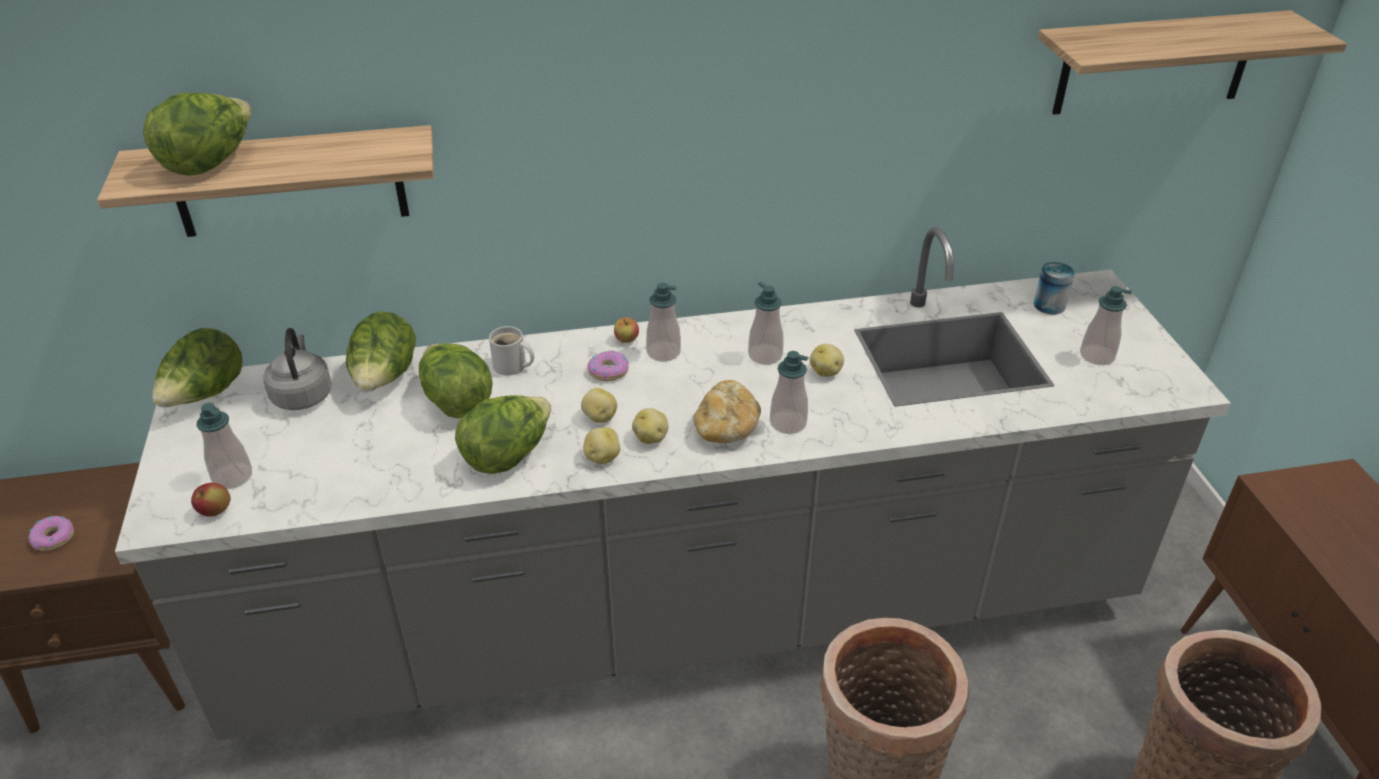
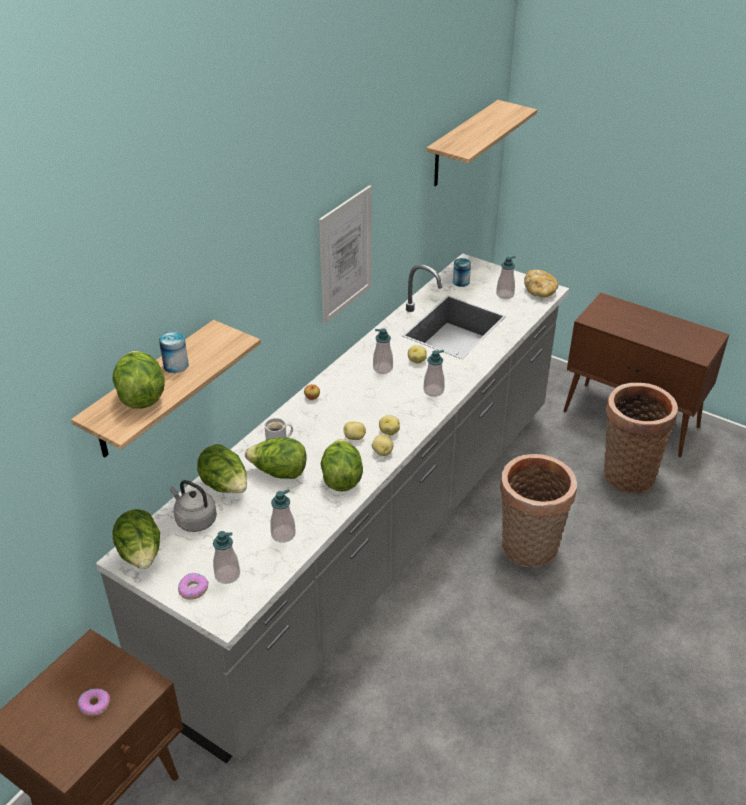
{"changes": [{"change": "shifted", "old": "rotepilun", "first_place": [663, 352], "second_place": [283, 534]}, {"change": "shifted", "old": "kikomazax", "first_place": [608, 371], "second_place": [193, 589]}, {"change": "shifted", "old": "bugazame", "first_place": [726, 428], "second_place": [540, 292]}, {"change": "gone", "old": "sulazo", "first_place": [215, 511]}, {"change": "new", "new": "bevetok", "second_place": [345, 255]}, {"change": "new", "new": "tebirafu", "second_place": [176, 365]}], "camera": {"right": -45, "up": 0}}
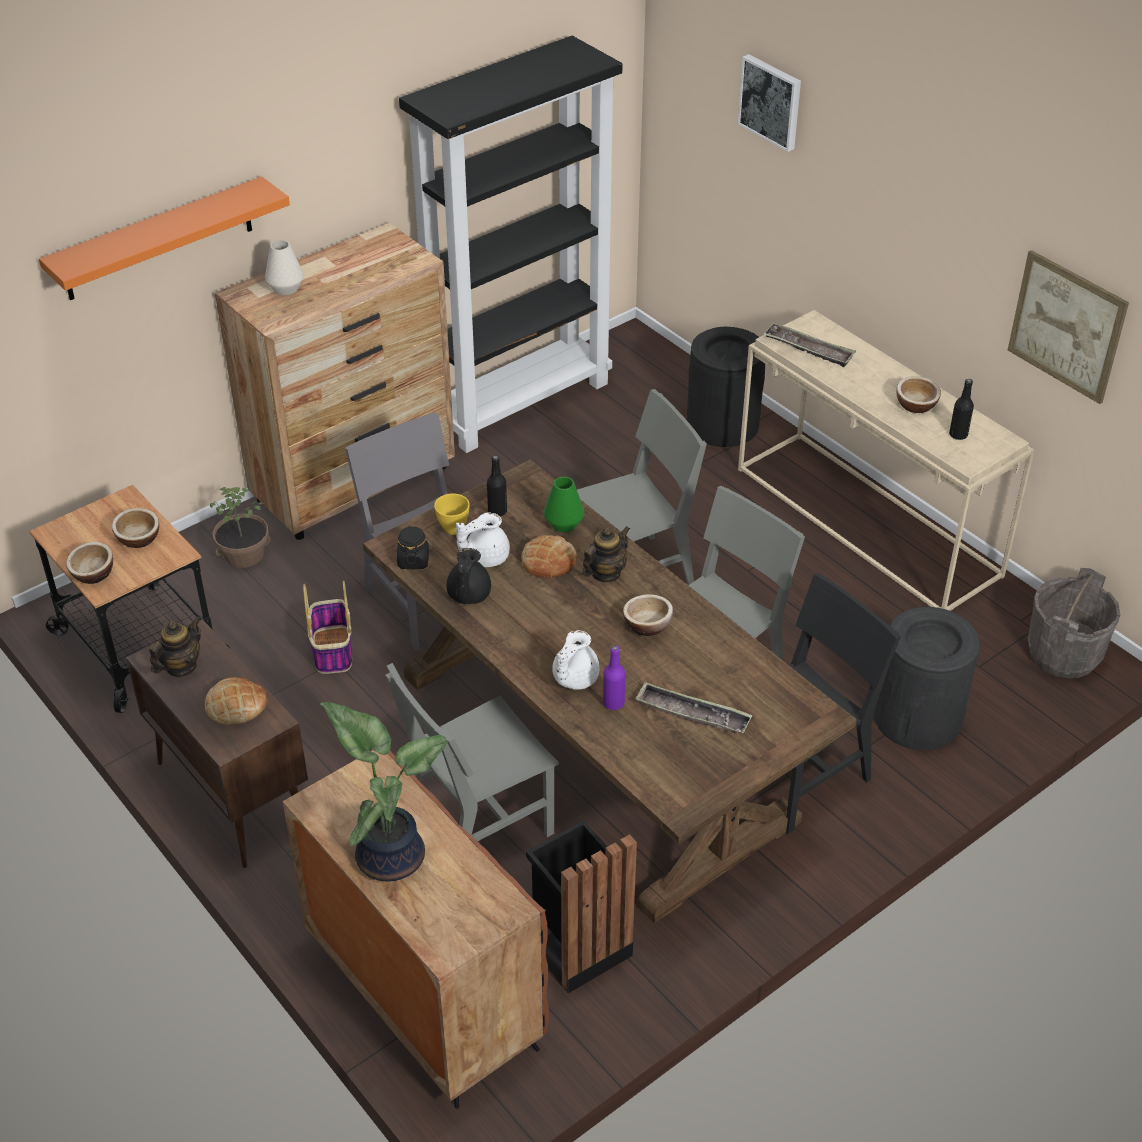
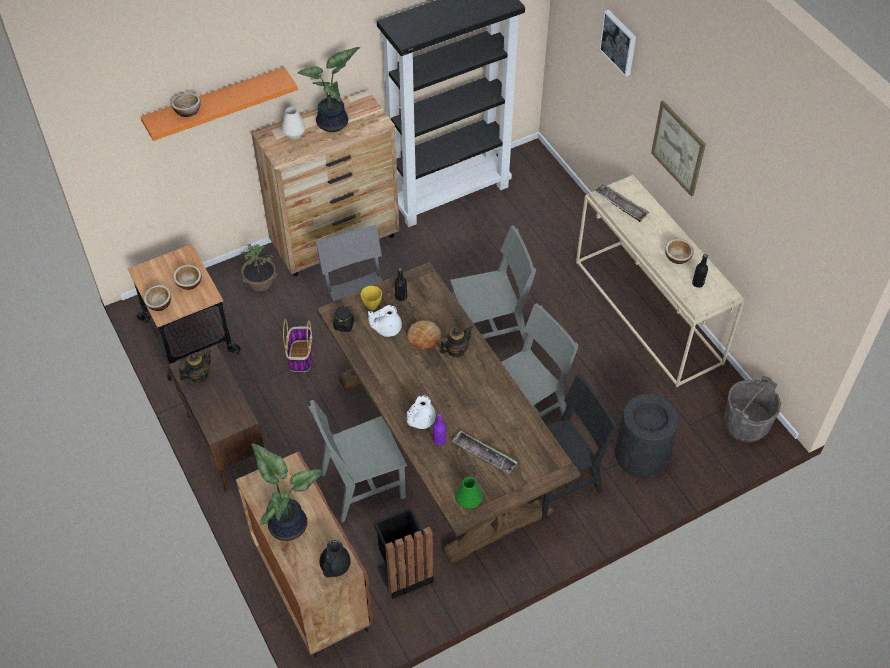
{"changes": [{"change": "shifted", "old": "bevetok", "first_place": [1067, 326], "second_place": [678, 148]}, {"change": "gone", "old": "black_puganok", "first_place": [722, 424]}, {"change": "shifted", "old": "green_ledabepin", "first_place": [564, 524], "second_place": [468, 501]}, {"change": "shifted", "old": "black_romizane", "first_place": [468, 595], "second_place": [334, 566]}, {"change": "shifted", "old": "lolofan", "first_place": [647, 625], "second_place": [187, 111]}, {"change": "gone", "old": "bugazame", "first_place": [236, 705]}, {"change": "new", "new": "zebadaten", "second_place": [334, 123]}], "camera": {"right": 10, "up": 10}}
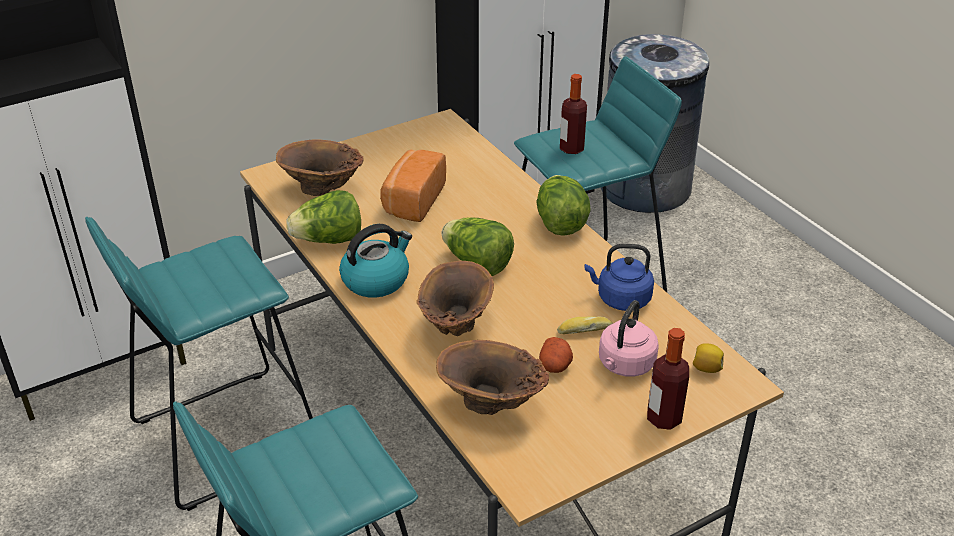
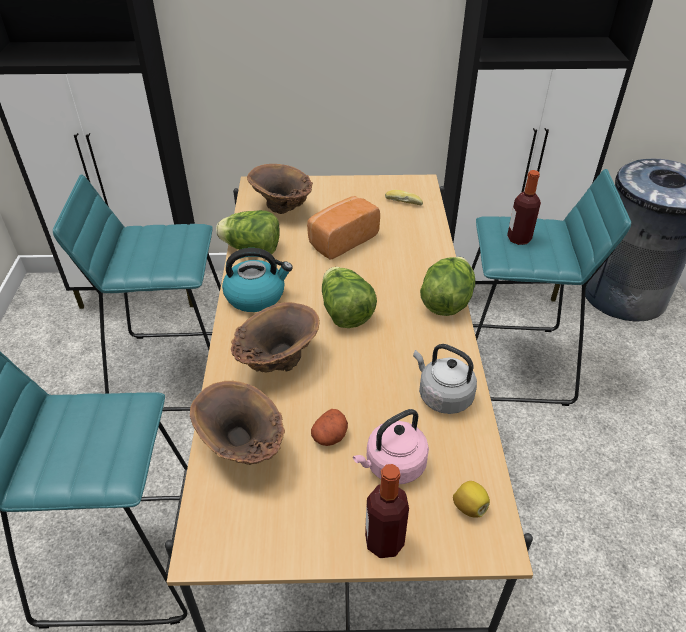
{"changes": [{"change": "repainted", "old": "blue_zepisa", "new": "grey_zepisa", "first_place": [620, 299], "second_place": [442, 396]}, {"change": "shifted", "old": "bugazame", "first_place": [584, 330], "second_place": [403, 201]}], "camera": {"right": 30, "up": 5}}
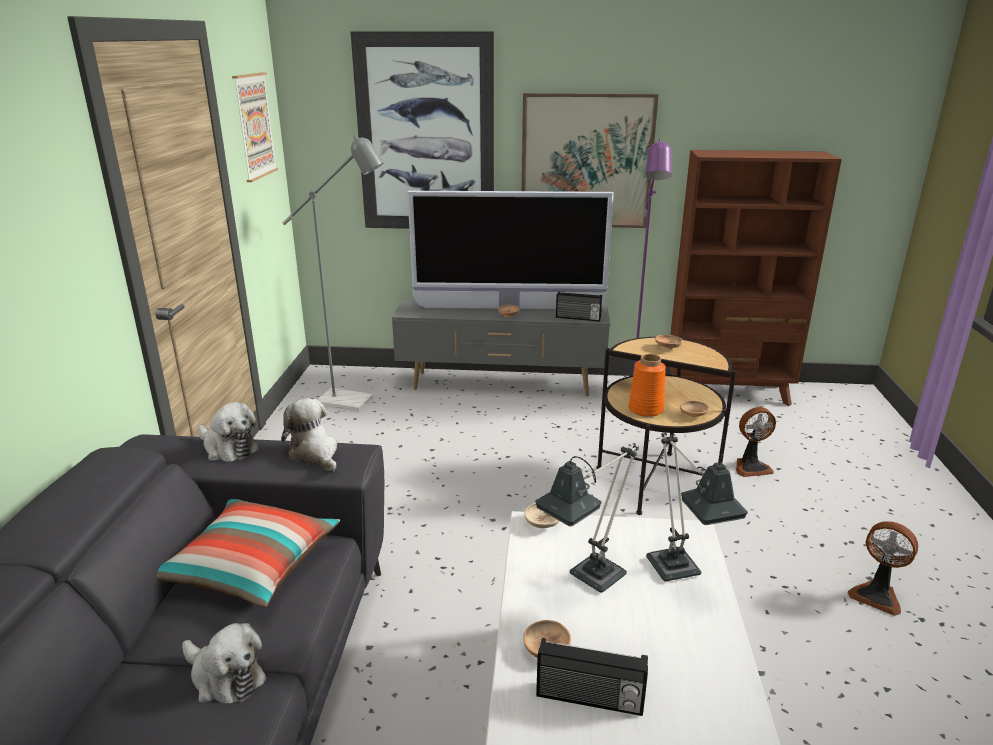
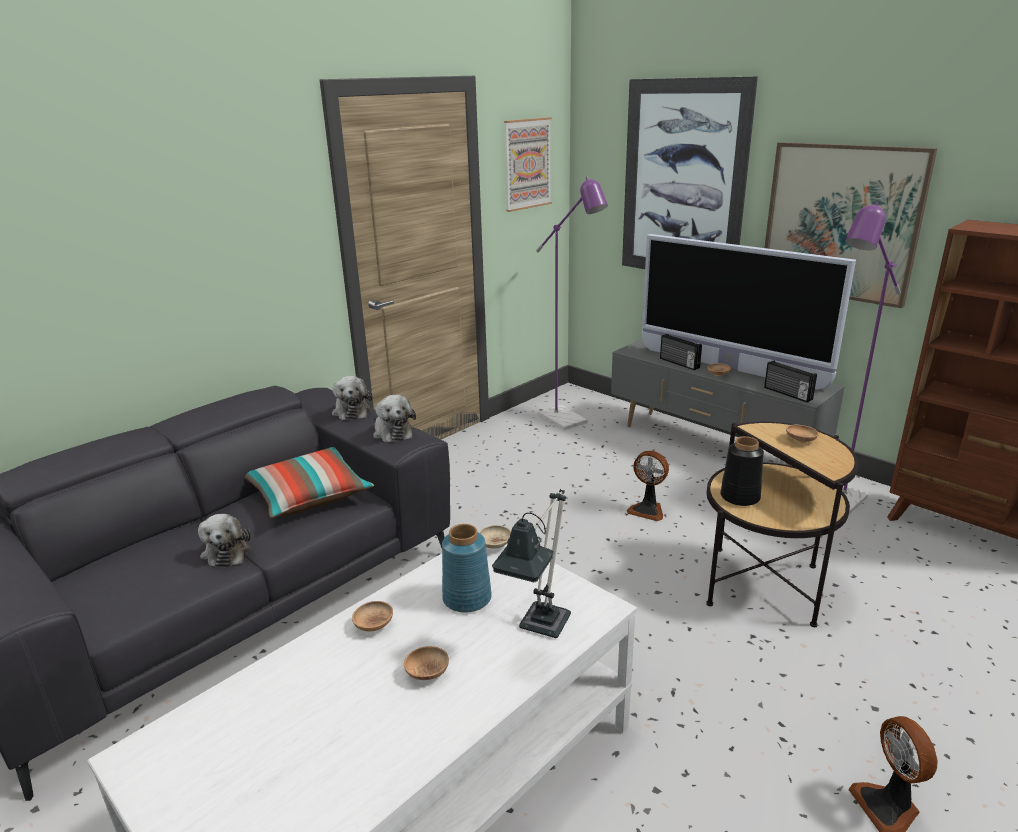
{"changes": [{"change": "repainted", "old": "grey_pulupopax", "new": "purple_pulupopax", "first_place": [354, 402], "second_place": [568, 422]}, {"change": "repainted", "old": "orange_ledabepin", "new": "black_ledabepin", "first_place": [646, 410], "second_place": [740, 497]}, {"change": "rotated", "old": "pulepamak", "first_place": [315, 453], "second_place": [392, 432], "degrees": 150}, {"change": "shifted", "old": "brown_lolofan", "first_place": [693, 415], "second_place": [427, 673]}, {"change": "shifted", "old": "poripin", "first_place": [751, 467], "second_place": [647, 510]}, {"change": "swapped", "old": "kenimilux", "new": "blue_ledabepin", "first_place": [589, 581], "second_place": [467, 599]}, {"change": "shifted", "old": "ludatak", "first_place": [589, 699], "second_place": [679, 363]}], "camera": {"right": 40, "up": 0}}
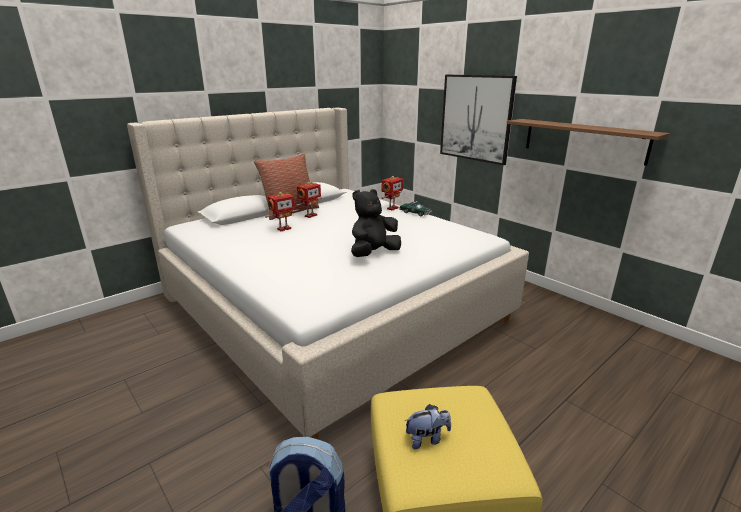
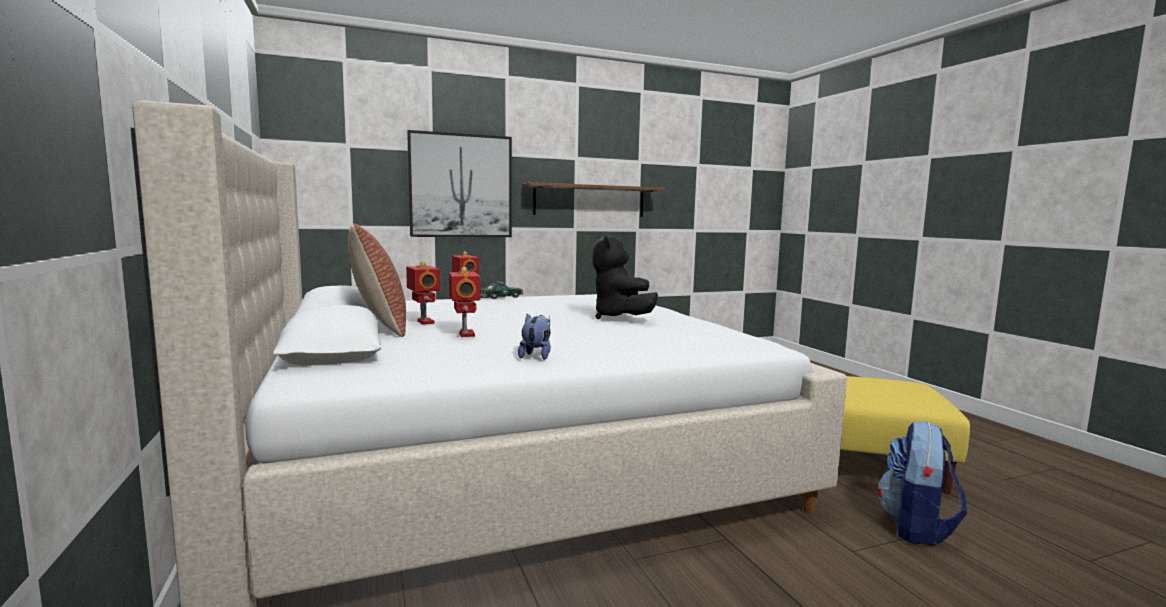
{"changes": [{"change": "shifted", "old": "pulepamak", "first_place": [427, 439], "second_place": [536, 356]}], "camera": {"right": -70, "up": -15}}
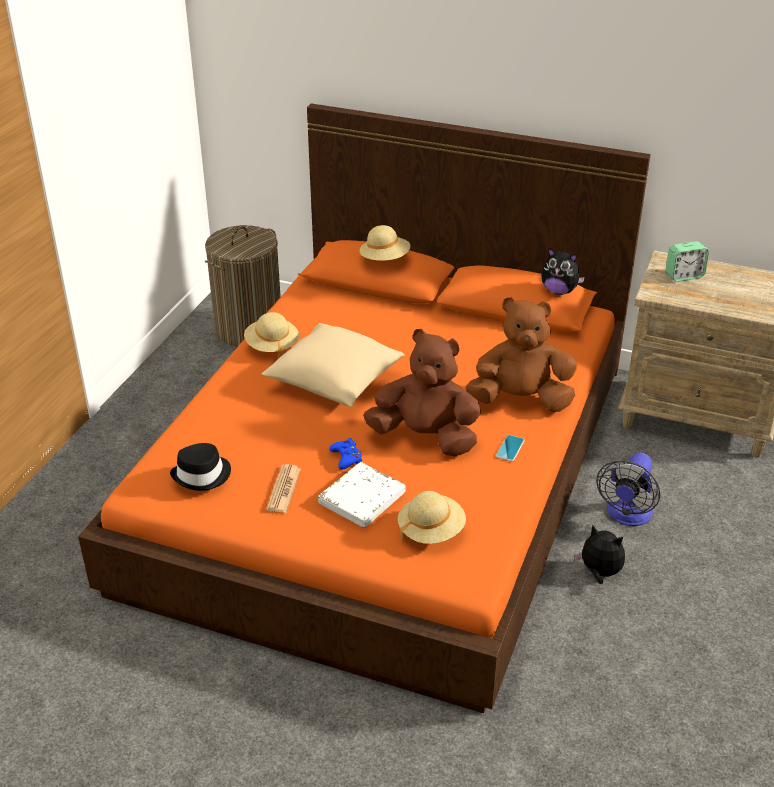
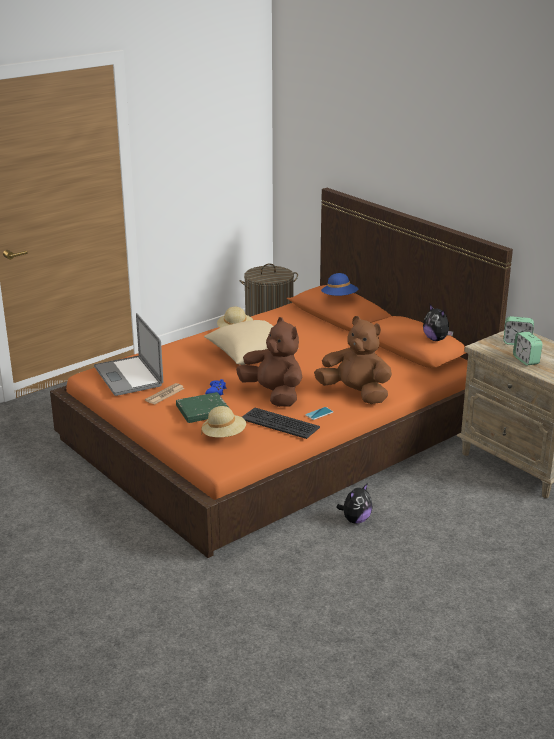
{"changes": [{"change": "repainted", "old": "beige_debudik", "new": "blue_debudik", "first_place": [385, 259], "second_place": [339, 298]}, {"change": "swapped", "old": "black_debudik", "new": "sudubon", "first_place": [202, 475], "second_place": [128, 376]}, {"change": "gone", "old": "poripin", "first_place": [627, 515]}, {"change": "repainted", "old": "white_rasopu", "new": "green_rasopu", "first_place": [362, 499], "second_place": [203, 411]}, {"change": "rotated", "old": "pulepamak", "first_place": [599, 573], "second_place": [355, 520], "degrees": 75}, {"change": "new", "new": "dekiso", "second_place": [526, 360]}, {"change": "new", "new": "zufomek", "second_place": [280, 423]}], "camera": {"right": 30, "up": -10}}
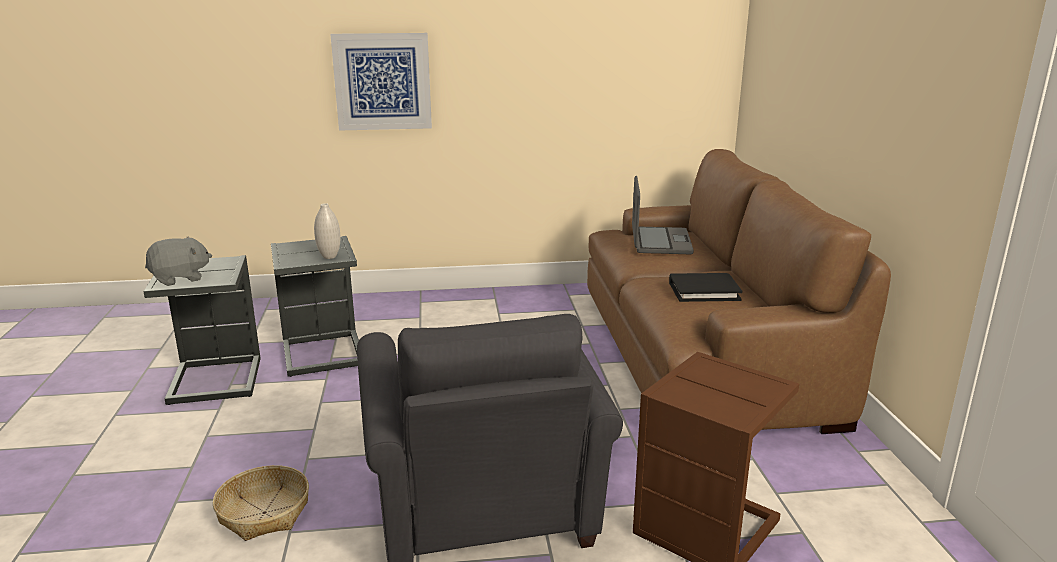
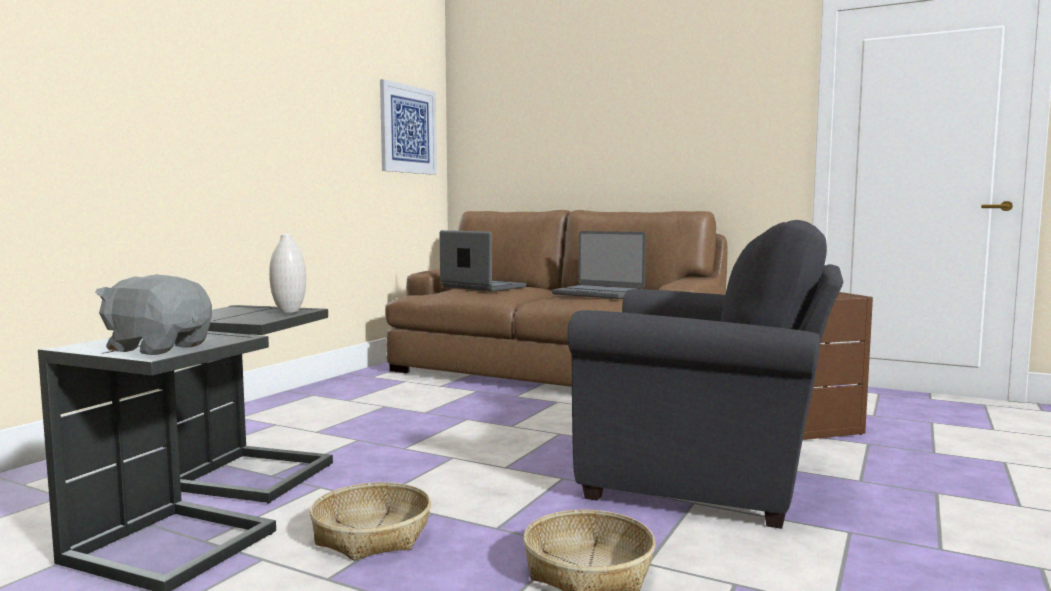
{"changes": [{"change": "shifted", "old": "bevetok", "first_place": [382, 81], "second_place": [408, 129]}, {"change": "rotated", "old": "grey_pulepamak", "first_place": [180, 278], "second_place": [158, 348], "degrees": -75}, {"change": "swapped", "old": "black_rasopu", "new": "sudubon", "first_place": [704, 291], "second_place": [598, 293]}, {"change": "new", "new": "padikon", "second_place": [371, 535]}], "camera": {"right": -55, "up": -15}}
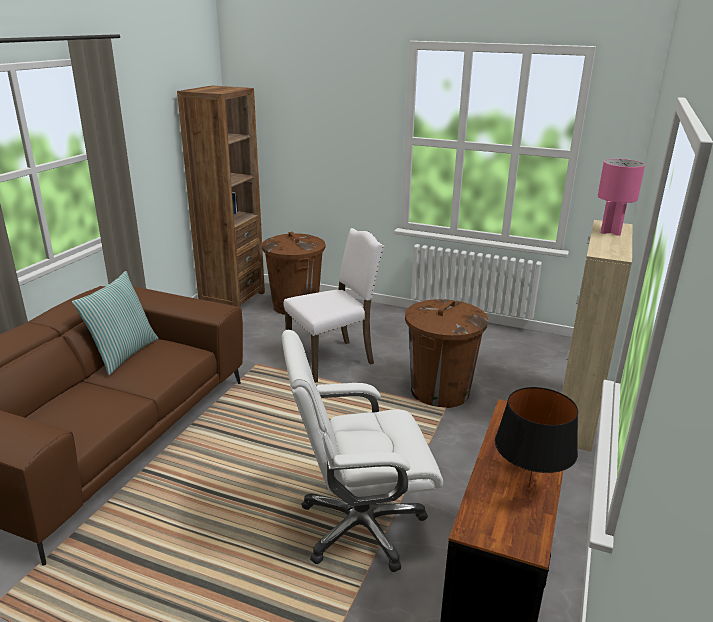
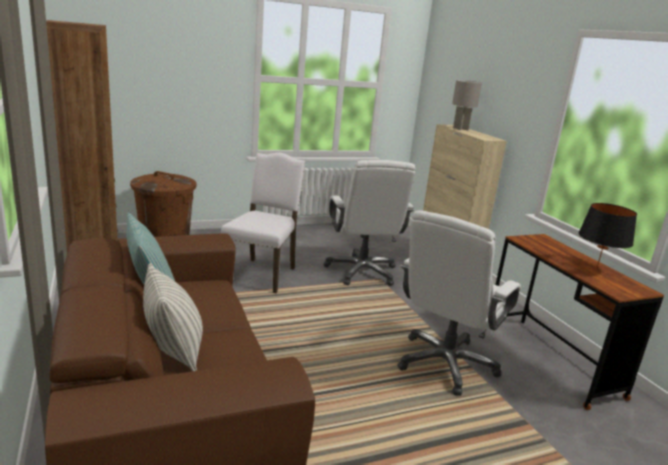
{"changes": [{"change": "repainted", "old": "pink_kenimilux", "new": "grey_kenimilux", "first_place": [610, 232], "second_place": [460, 129]}, {"change": "swapped", "old": "brown_puganok", "new": "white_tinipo", "first_place": [439, 391], "second_place": [362, 272]}, {"change": "new", "new": "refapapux", "second_place": [174, 350]}], "camera": {"right": -45, "up": -5}}
